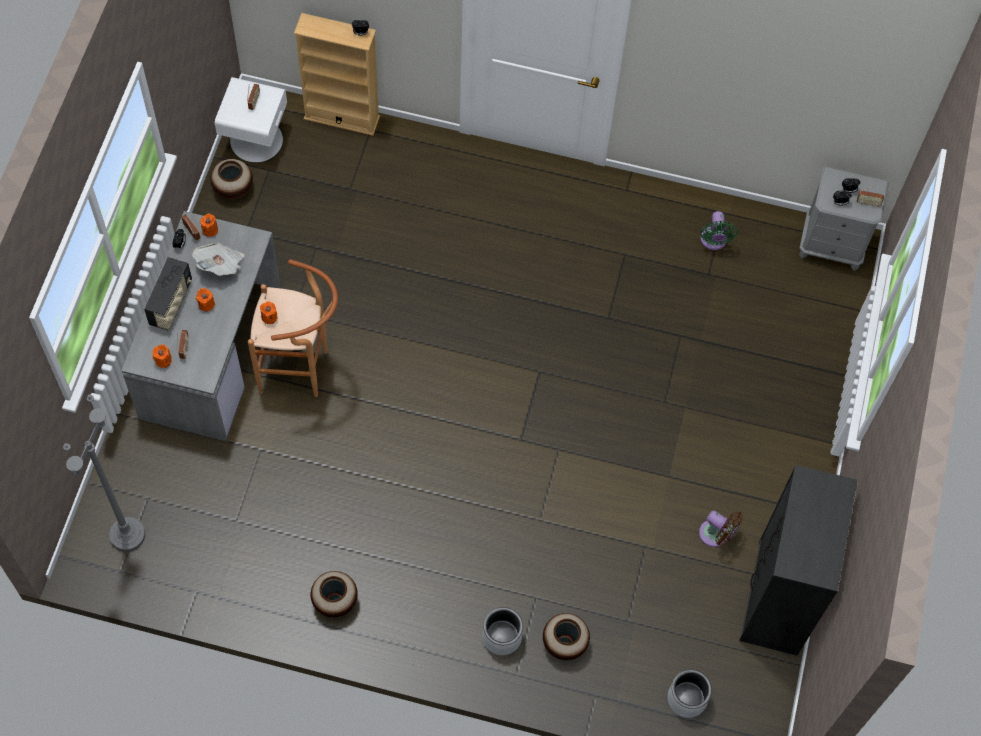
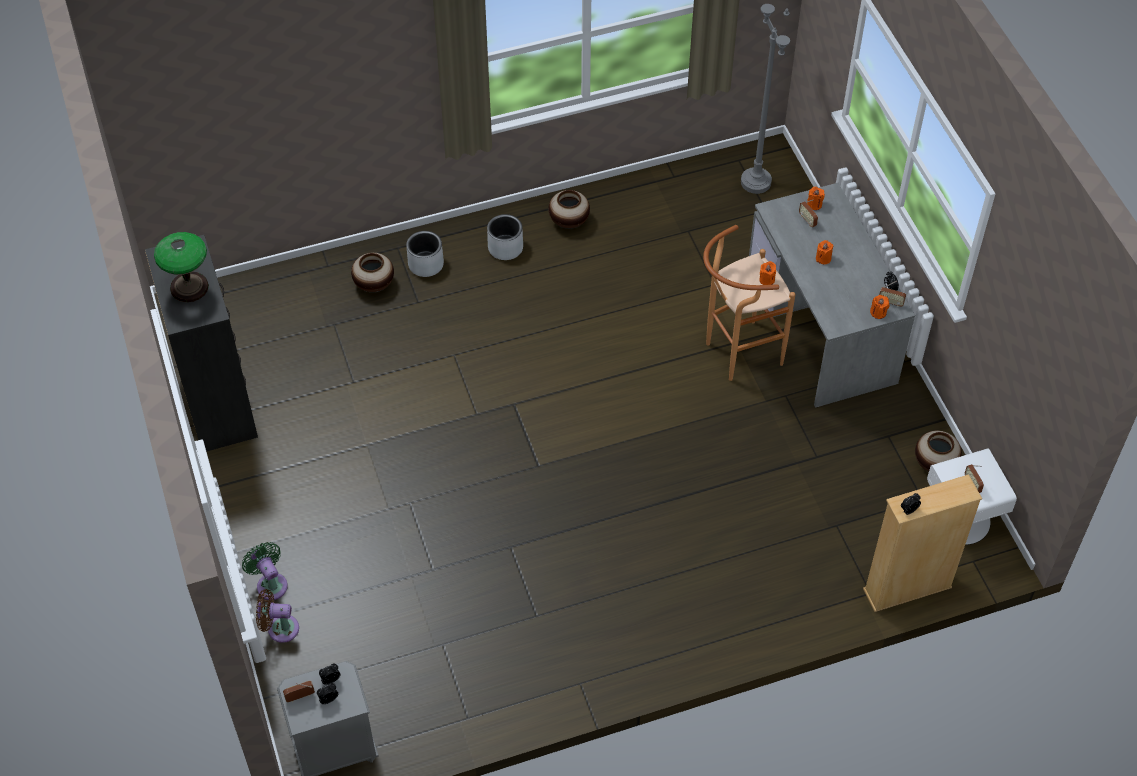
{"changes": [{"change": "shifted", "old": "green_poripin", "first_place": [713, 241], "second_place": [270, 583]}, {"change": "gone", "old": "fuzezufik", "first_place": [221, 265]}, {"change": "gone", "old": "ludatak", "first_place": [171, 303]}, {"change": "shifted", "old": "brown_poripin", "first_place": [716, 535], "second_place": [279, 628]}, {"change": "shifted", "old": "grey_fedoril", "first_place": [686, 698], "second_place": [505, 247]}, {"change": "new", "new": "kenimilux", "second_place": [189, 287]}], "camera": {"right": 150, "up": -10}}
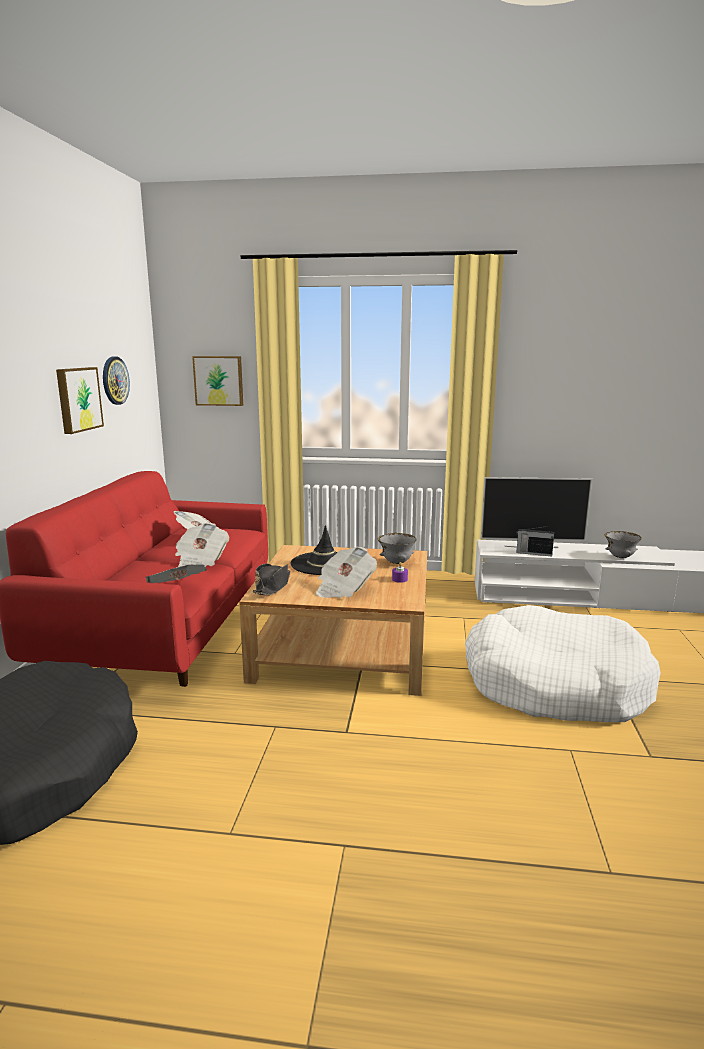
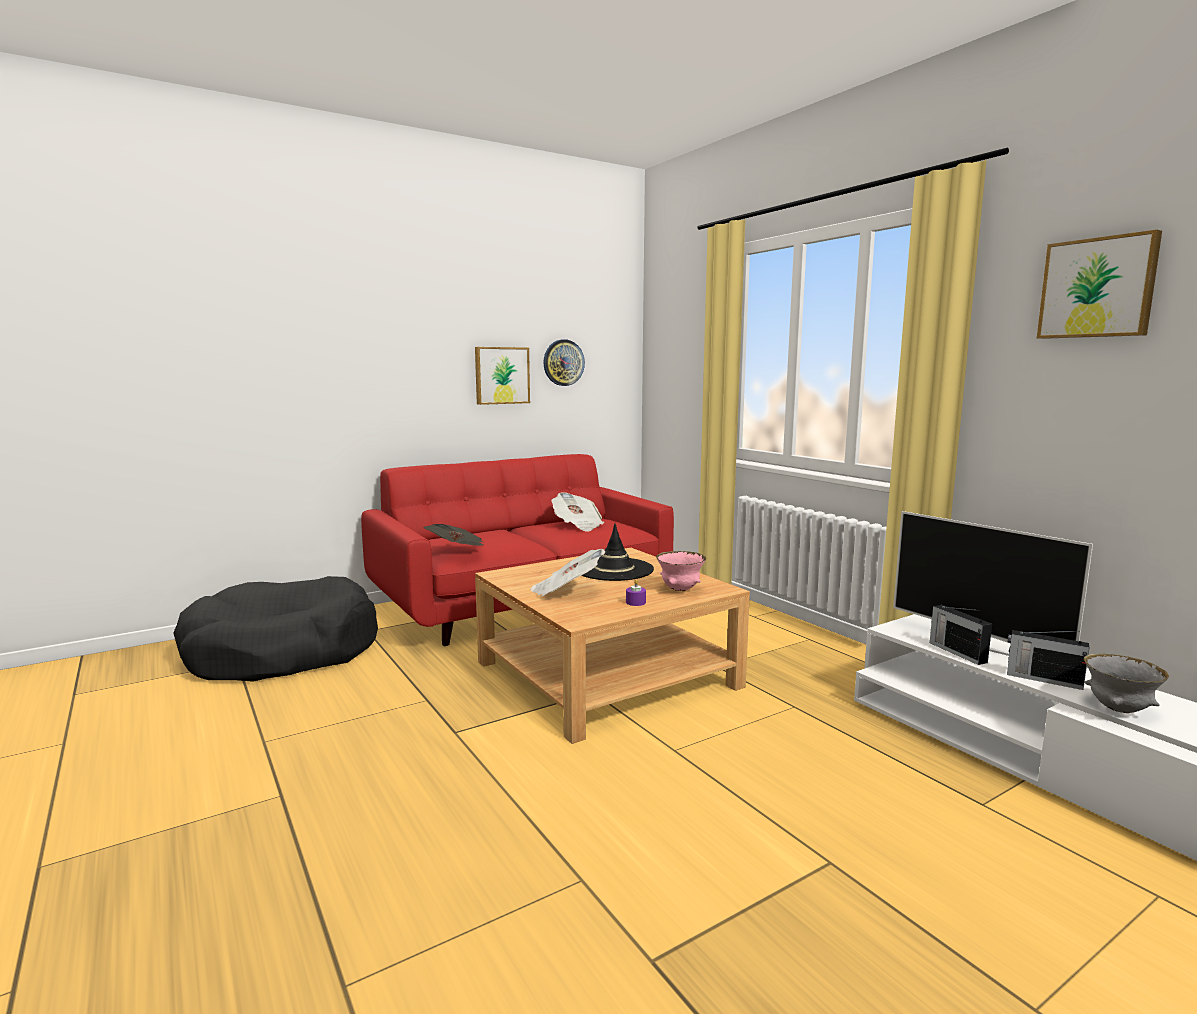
{"changes": [{"change": "shifted", "old": "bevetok", "first_place": [219, 380], "second_place": [1098, 288]}, {"change": "gone", "old": "fuzezufik", "first_place": [201, 561]}, {"change": "repainted", "old": "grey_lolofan", "new": "pink_lolofan", "first_place": [396, 563], "second_place": [680, 590]}, {"change": "gone", "old": "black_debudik", "first_place": [272, 586]}, {"change": "gone", "old": "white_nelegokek", "first_place": [554, 684]}, {"change": "new", "new": "ludatak", "second_place": [1042, 679]}], "camera": {"right": 50, "up": -5}}
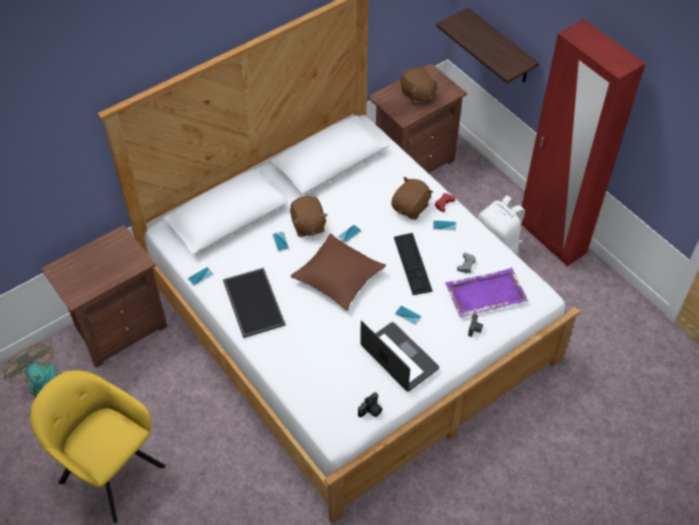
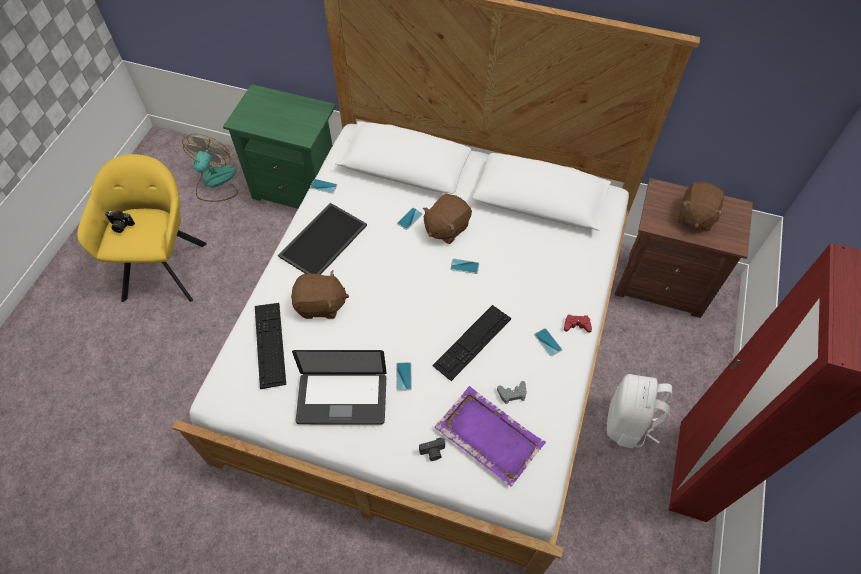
{"changes": [{"change": "gone", "old": "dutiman", "first_place": [500, 47]}, {"change": "shifted", "old": "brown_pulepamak", "first_place": [411, 207], "second_place": [320, 305]}, {"change": "repainted", "old": "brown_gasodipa", "new": "green_gasodipa", "first_place": [119, 328], "second_place": [299, 189]}, {"change": "gone", "old": "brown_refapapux", "first_place": [338, 277]}, {"change": "rotated", "old": "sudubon", "first_place": [399, 357], "second_place": [342, 399], "degrees": 75}, {"change": "shifted", "old": "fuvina", "first_place": [371, 411], "second_place": [121, 226]}, {"change": "new", "new": "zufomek", "second_place": [270, 344]}], "camera": {"right": 55, "up": 5}}
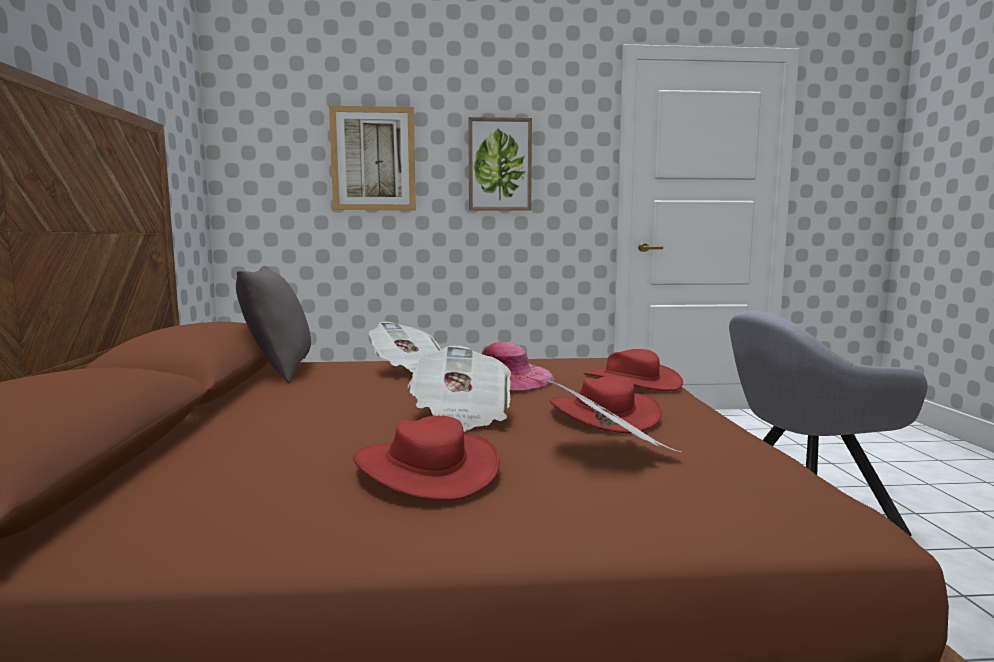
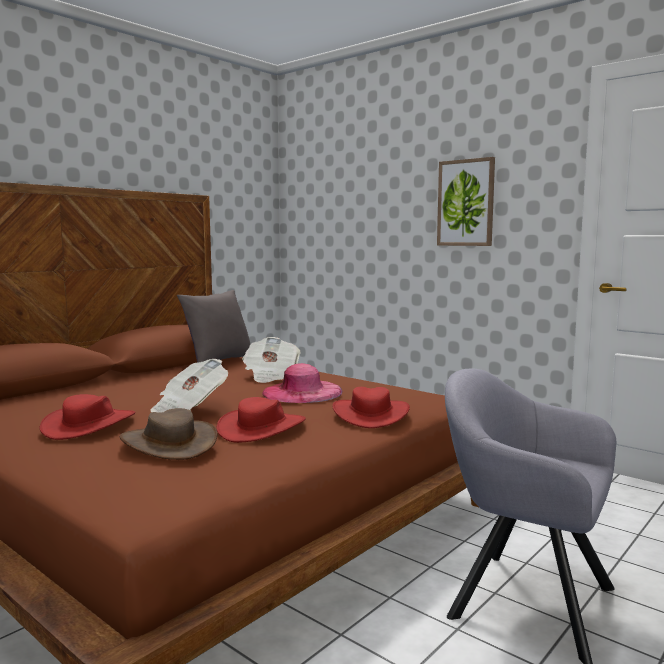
{"changes": [{"change": "gone", "old": "bevetok", "first_place": [373, 159]}, {"change": "swapped", "old": "fuzezufik", "new": "brown_debudik", "first_place": [611, 450], "second_place": [169, 443]}], "camera": {"right": 45, "up": 0}}
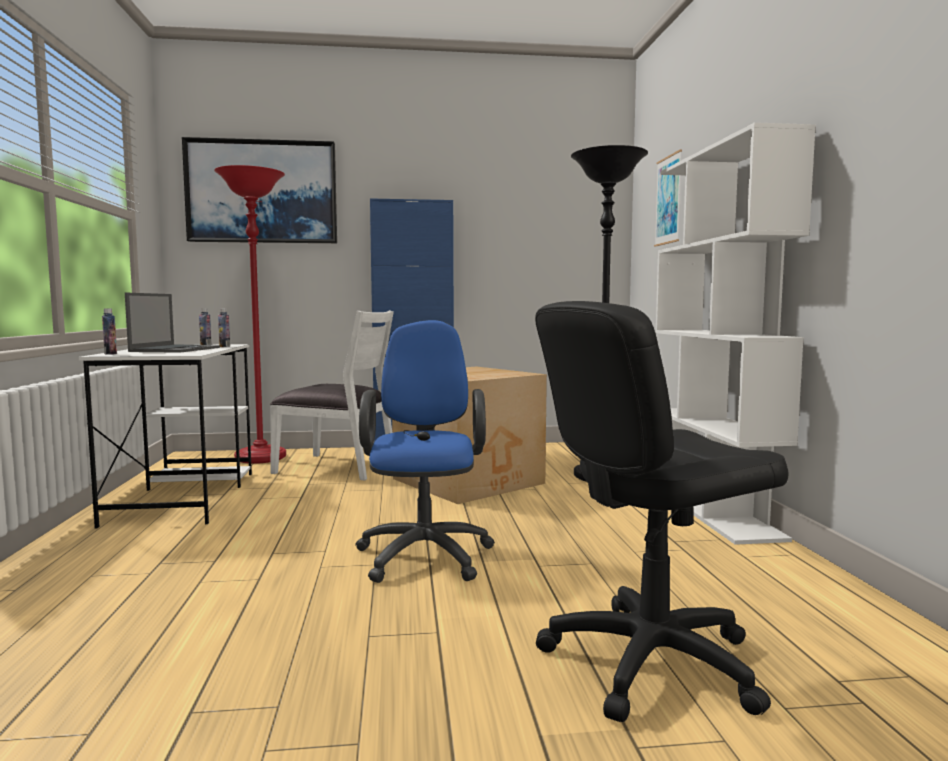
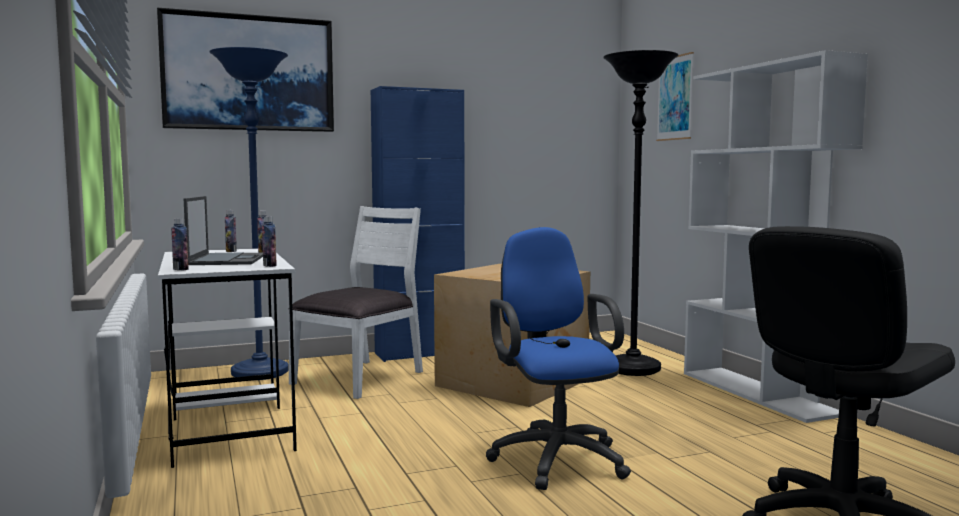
{"changes": [{"change": "repainted", "old": "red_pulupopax", "new": "blue_pulupopax", "first_place": [261, 458], "second_place": [260, 373]}, {"change": "rotated", "old": "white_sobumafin", "first_place": [337, 467], "second_place": [360, 378], "degrees": -60}, {"change": "new", "new": "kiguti", "second_place": [269, 265]}], "camera": {"right": -15, "up": 0}}
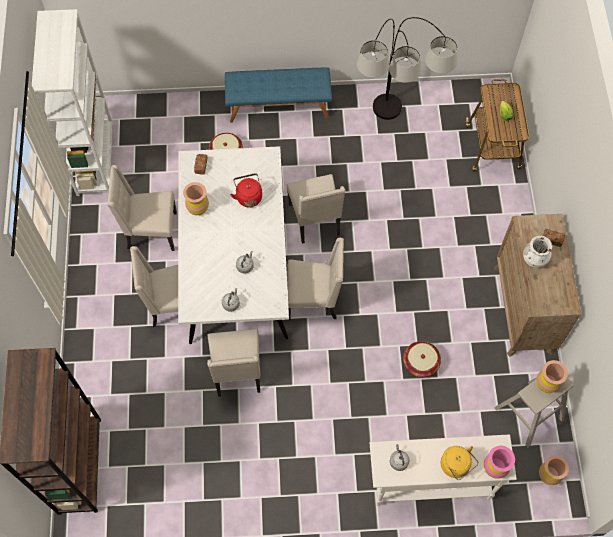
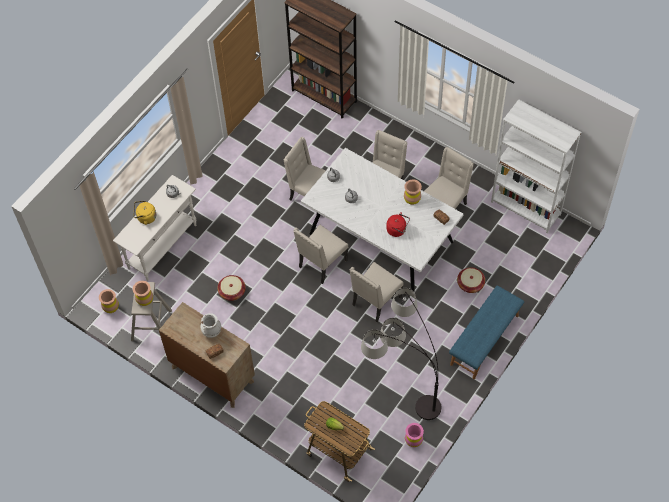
{"changes": [{"change": "rotated", "old": "beige_sobumafin", "first_place": [315, 220], "second_place": [375, 301], "degrees": -75}, {"change": "shifted", "old": "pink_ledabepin", "first_place": [495, 467], "second_place": [413, 440]}], "camera": {"right": 130, "up": -5}}
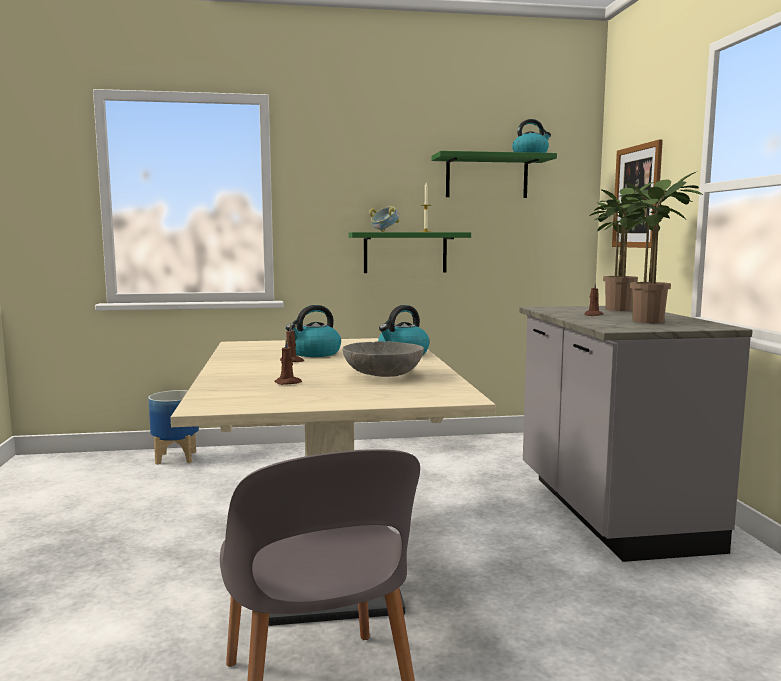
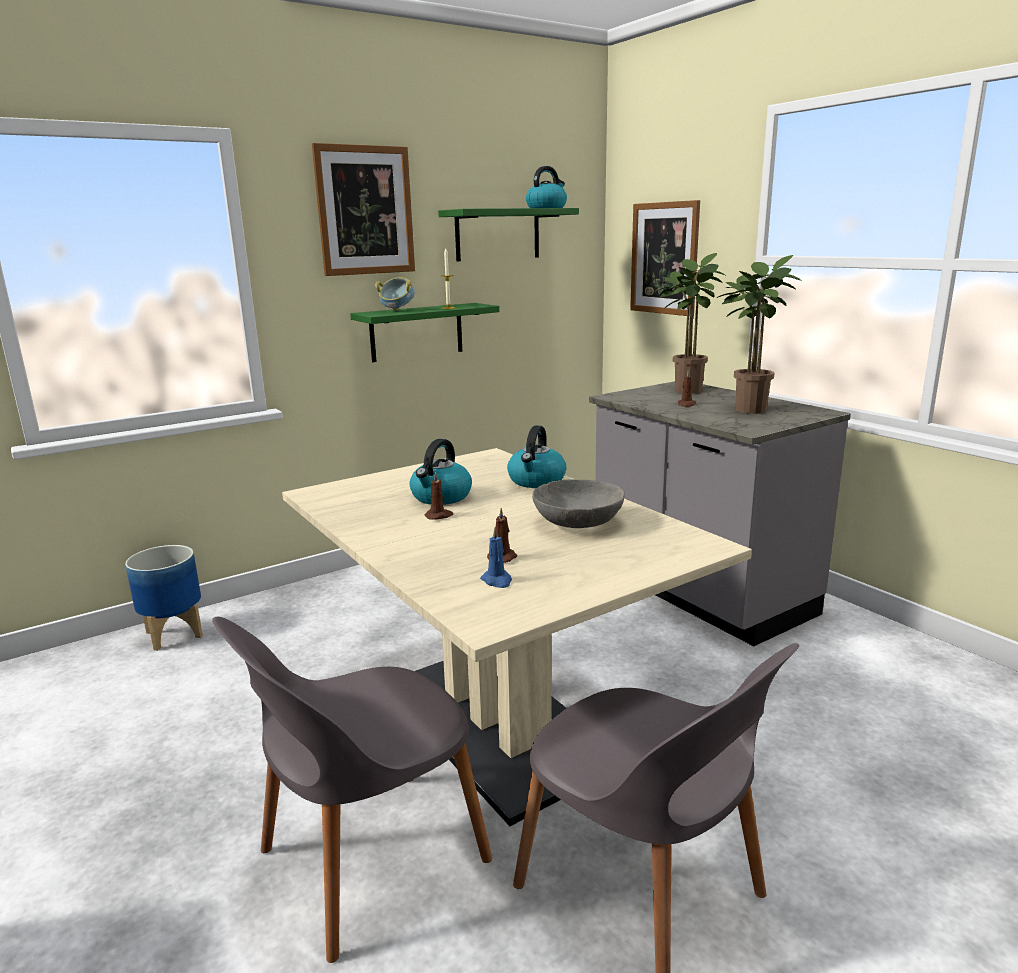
{"changes": [{"change": "new", "new": "bevetok", "second_place": [365, 211]}, {"change": "new", "new": "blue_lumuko", "second_place": [497, 581]}, {"change": "new", "new": "grey_sobumafin", "second_place": [368, 859]}], "camera": {"right": -25, "up": 10}}
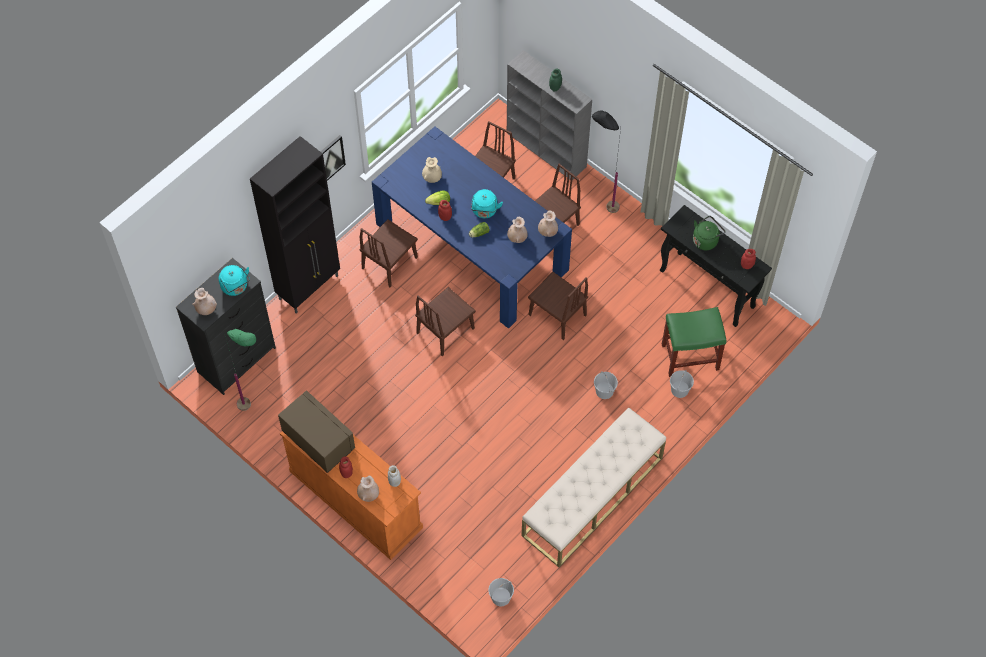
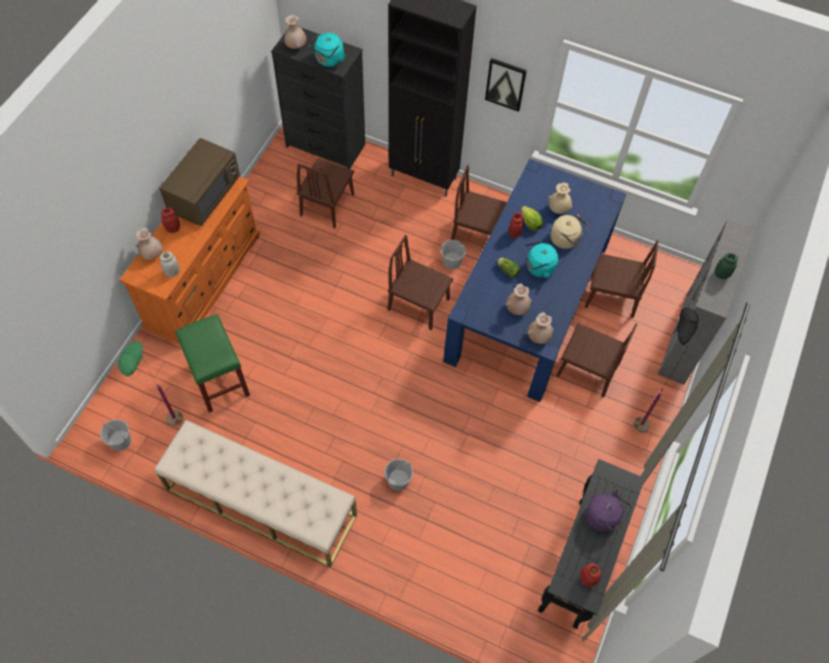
{"changes": [{"change": "repainted", "old": "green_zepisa", "new": "purple_zepisa", "first_place": [706, 240], "second_place": [604, 518]}, {"change": "shifted", "old": "brown_sobumafin", "first_place": [557, 315], "second_place": [327, 205]}, {"change": "shifted", "old": "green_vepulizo", "first_place": [689, 357], "second_place": [218, 379]}, {"change": "shifted", "old": "green_pulupopax", "first_place": [256, 409], "second_place": [174, 433]}, {"change": "shifted", "old": "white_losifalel", "first_place": [679, 390], "second_place": [451, 261]}, {"change": "new", "new": "beige_zepisa", "second_place": [566, 240]}], "camera": {"right": 70, "up": 0}}
